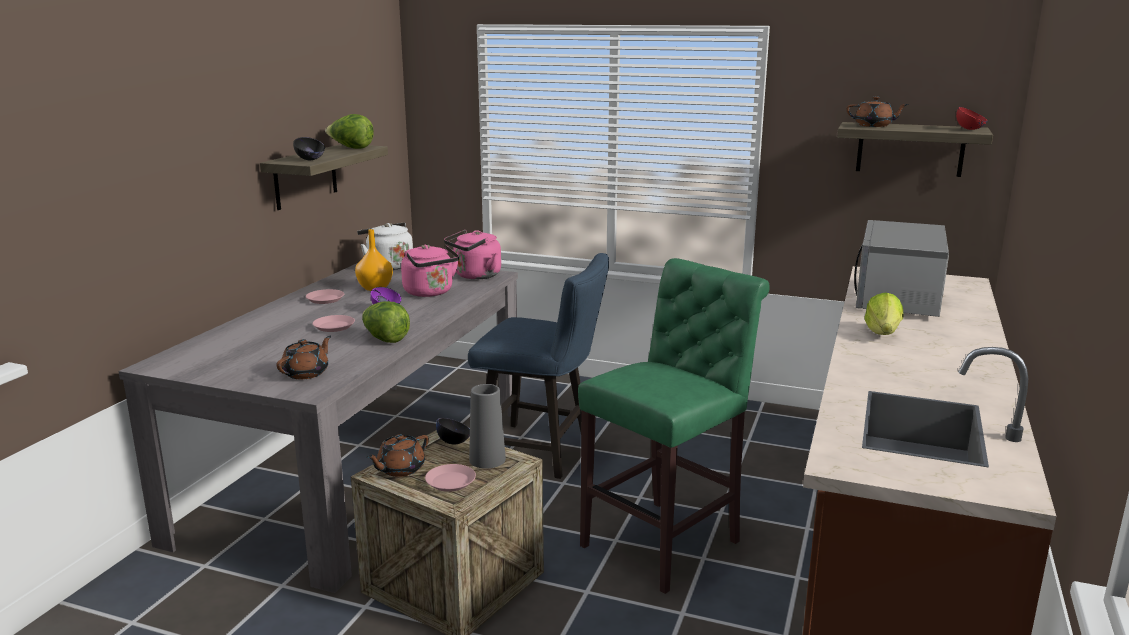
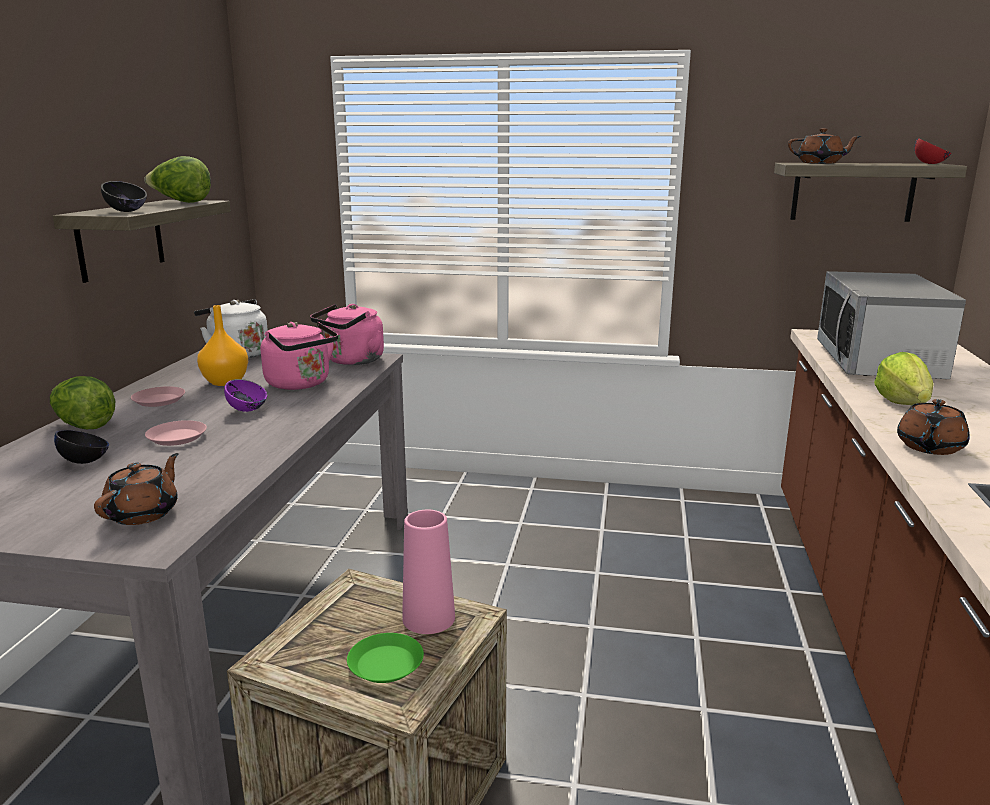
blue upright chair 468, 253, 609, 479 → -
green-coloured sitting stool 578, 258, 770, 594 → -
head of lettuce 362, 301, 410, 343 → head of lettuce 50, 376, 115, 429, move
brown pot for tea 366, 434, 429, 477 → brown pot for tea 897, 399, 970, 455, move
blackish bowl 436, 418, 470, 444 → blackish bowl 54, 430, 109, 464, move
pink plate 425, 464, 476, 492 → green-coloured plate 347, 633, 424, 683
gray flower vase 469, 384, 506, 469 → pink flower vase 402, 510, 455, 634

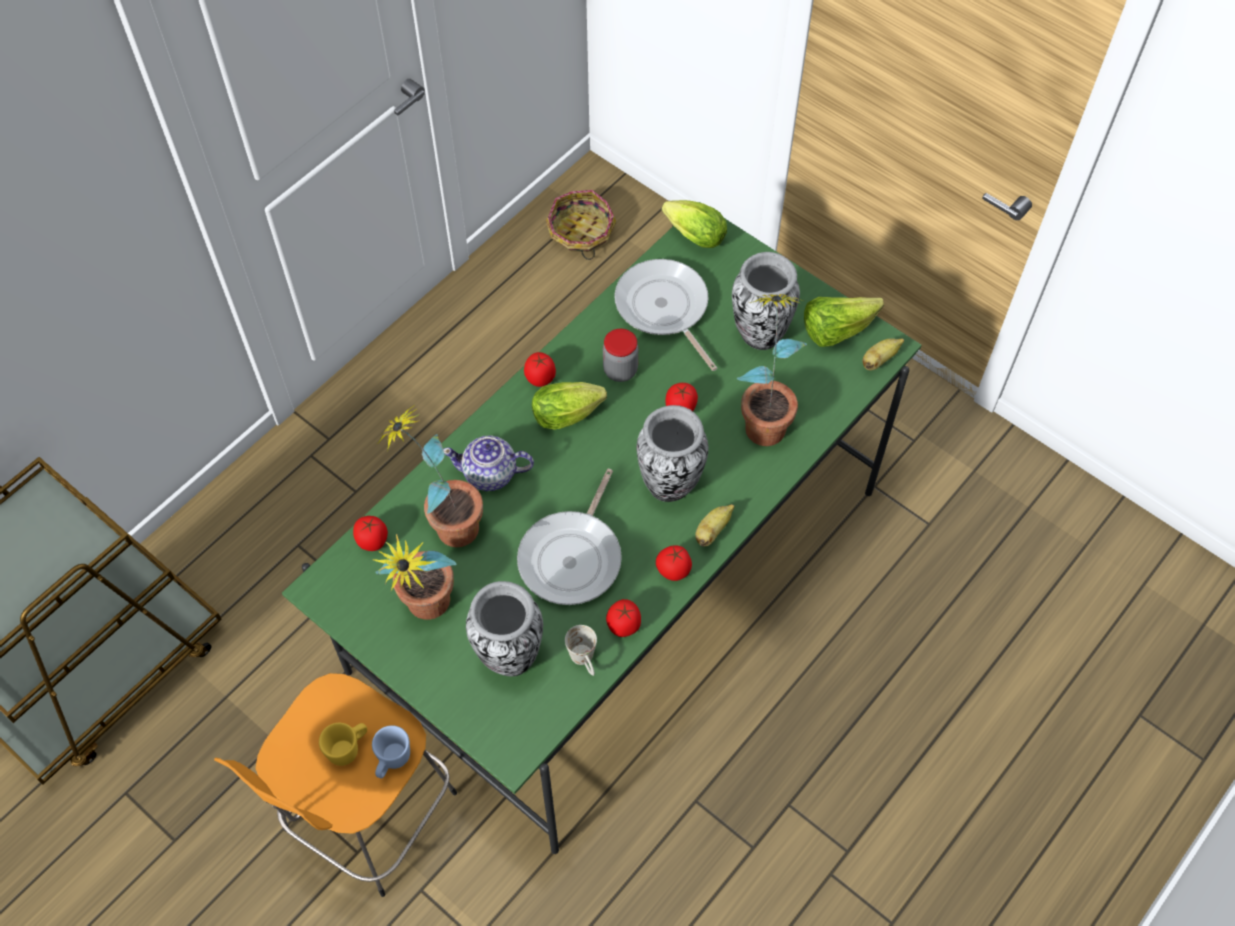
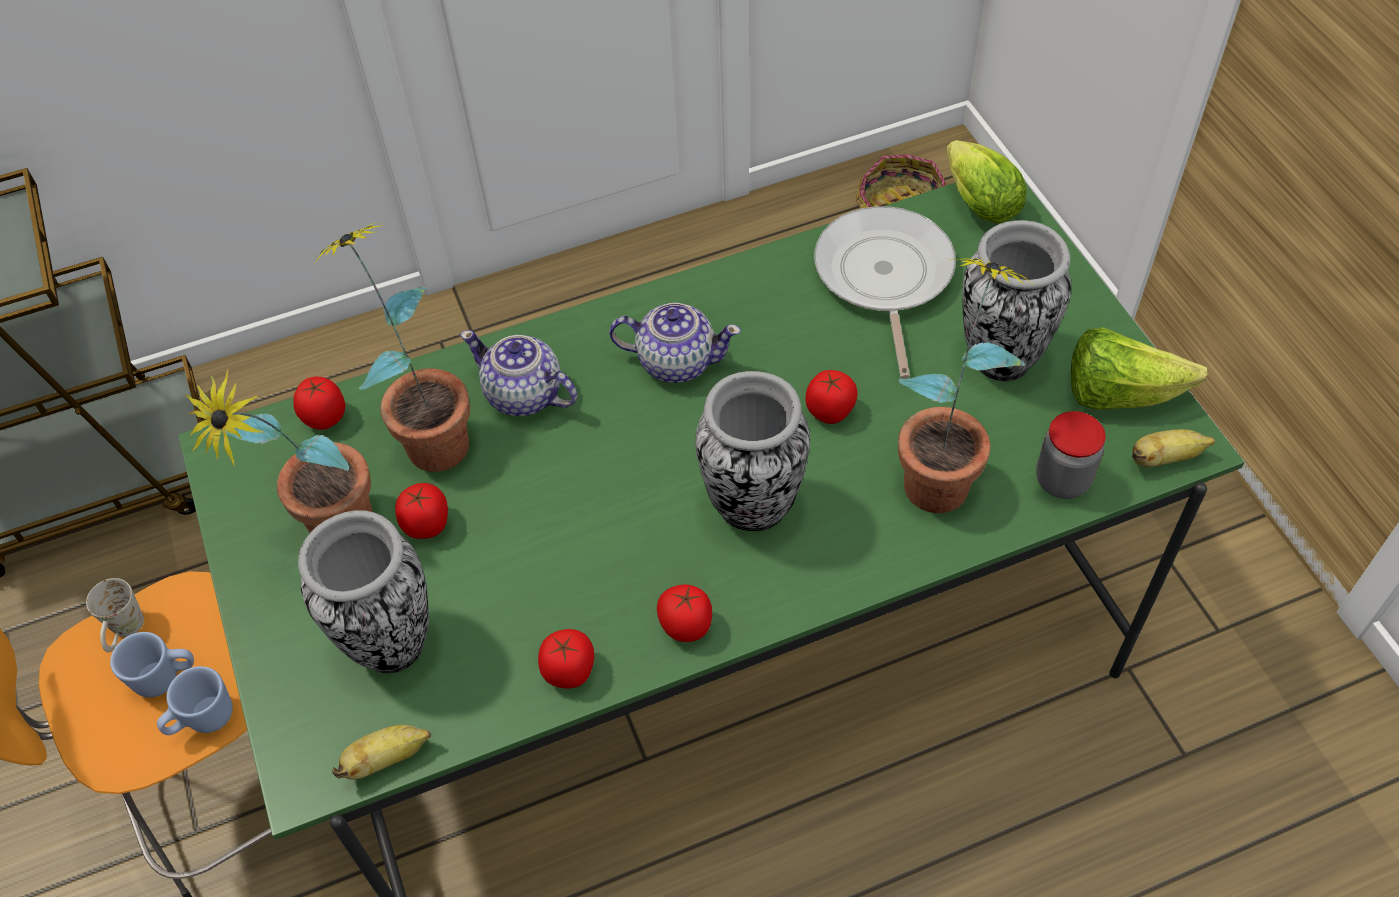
frying pan 517, 469, 622, 605 → -
tomato 524, 352, 556, 387 → tomato 395, 483, 448, 539, move
whitish mug 565, 625, 597, 676 → whitish mug 86, 578, 144, 652, move
storage jar 603, 329, 638, 382 → storage jar 1036, 411, 1106, 499, move
whole banana 695, 504, 734, 547 → whole banana 332, 725, 431, 780, move
head of lettuce 532, 382, 607, 430 → pot for tea 609, 303, 741, 383
yellow mug 319, 723, 367, 766 → blue mug 110, 632, 194, 698

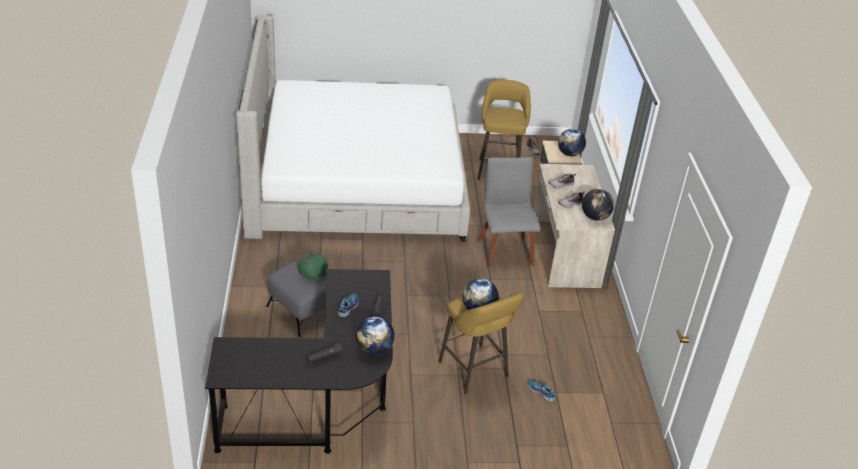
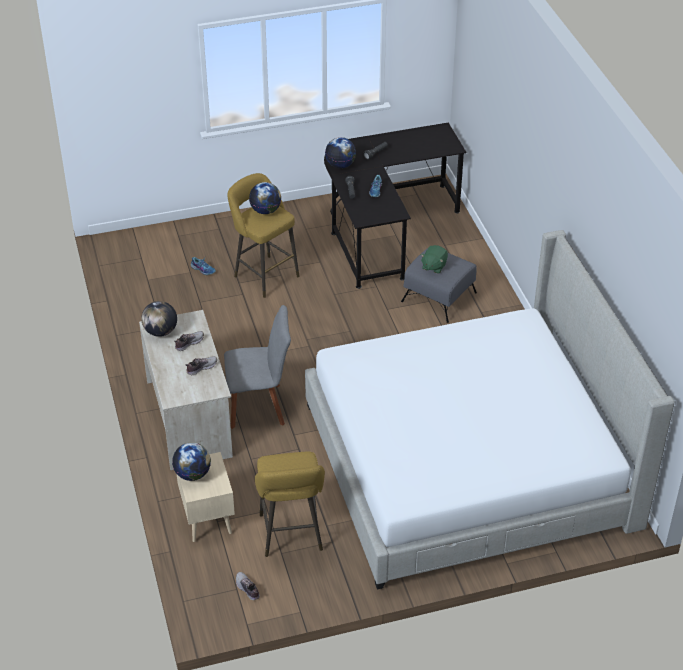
gray upright chair 477, 157, 541, 268 → gray upright chair 224, 305, 291, 429, 75 degrees counterclockwise

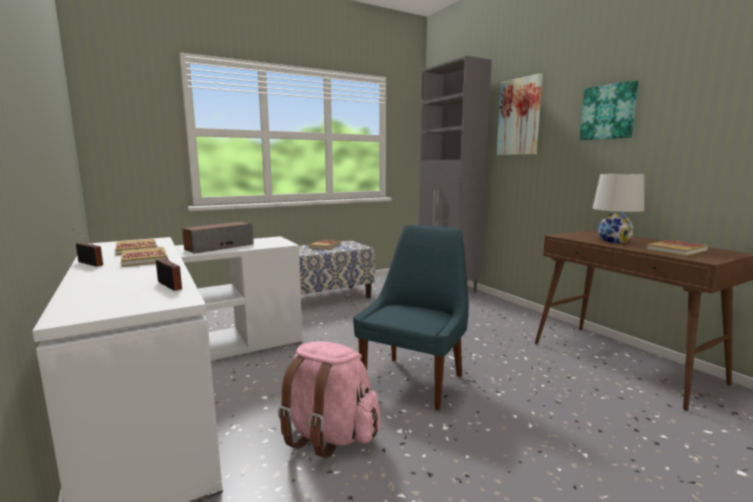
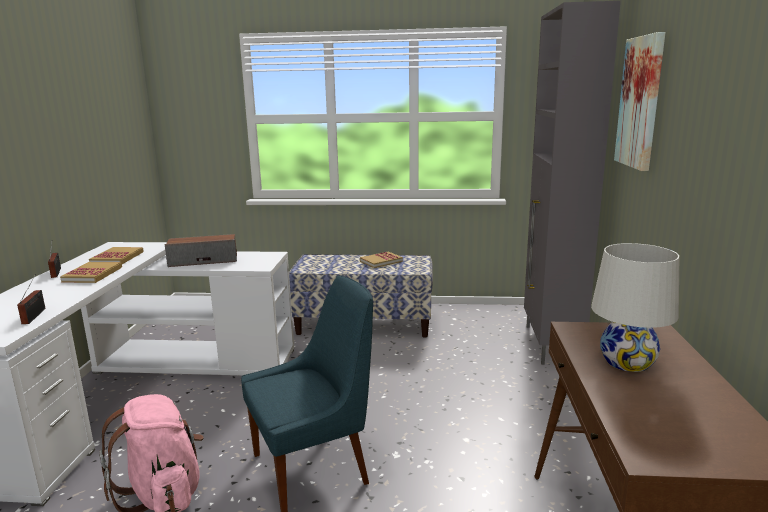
wall picture 579, 80, 638, 140 → -
volume 646, 240, 708, 257 → -

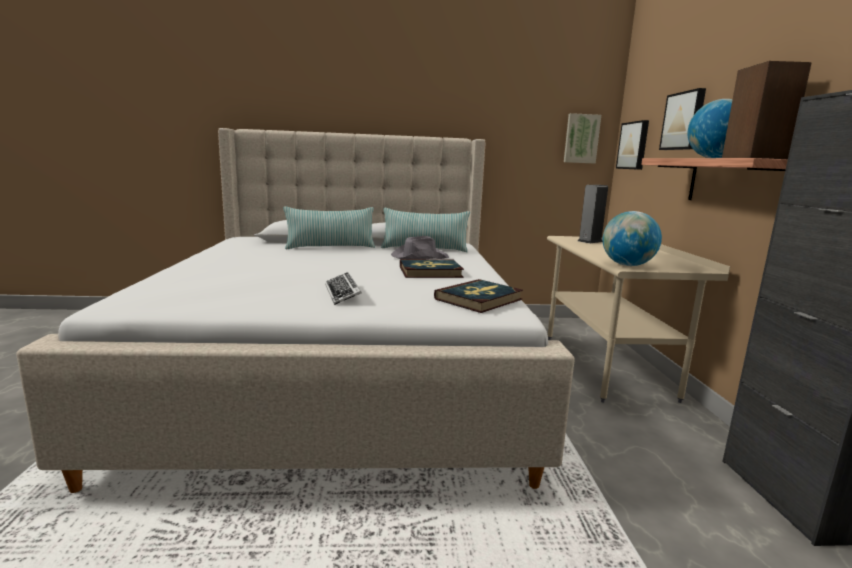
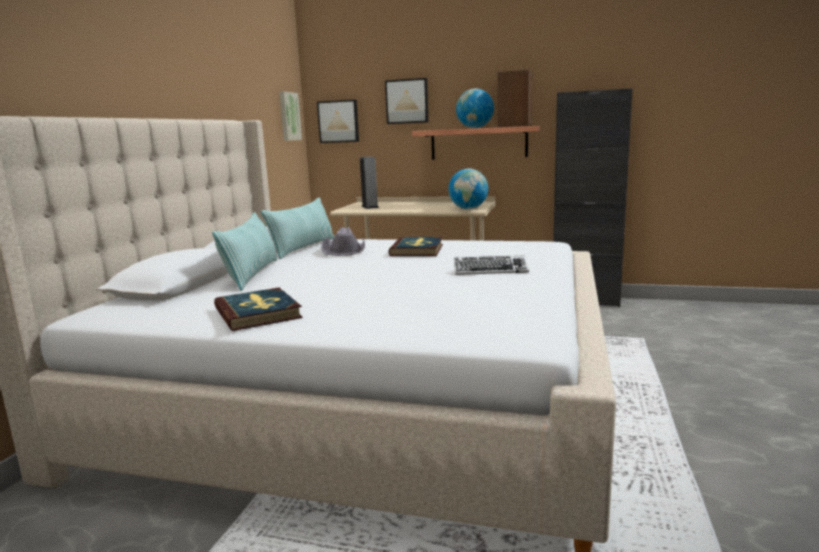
volume 434, 279, 523, 313 → volume 214, 288, 303, 331, move

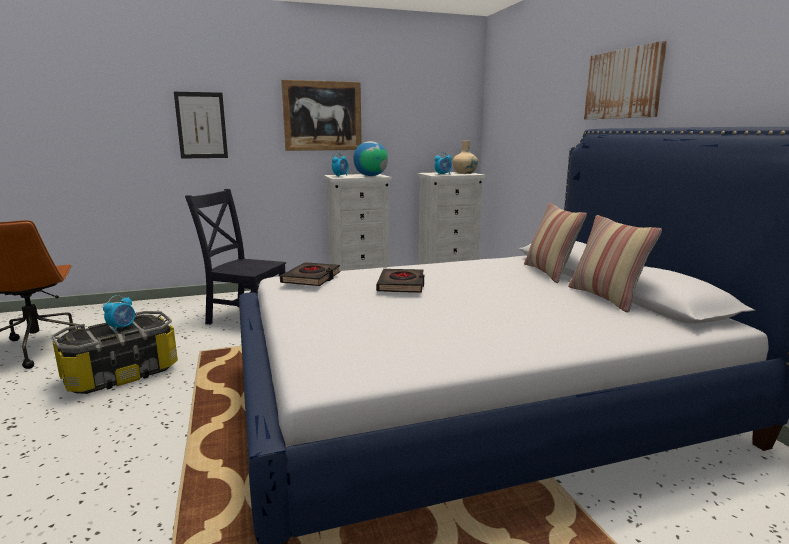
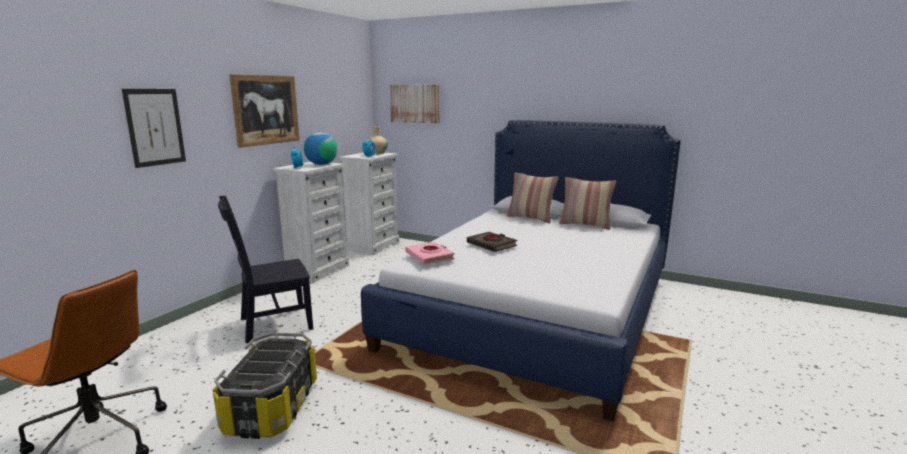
table clock 103, 295, 135, 332 → -
wall picture 584, 41, 667, 119 → wall picture 390, 85, 439, 124, move
blackish volume 280, 262, 341, 286 → pink volume 405, 242, 455, 265

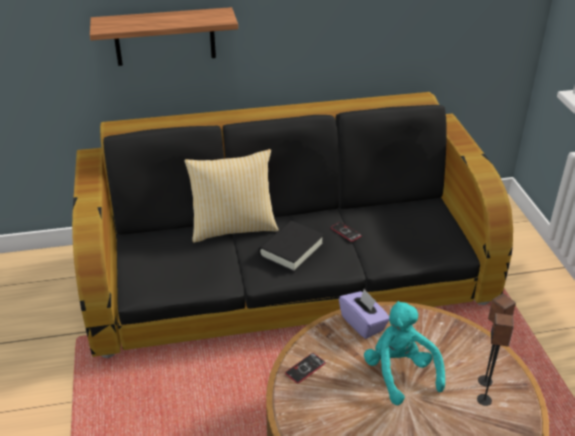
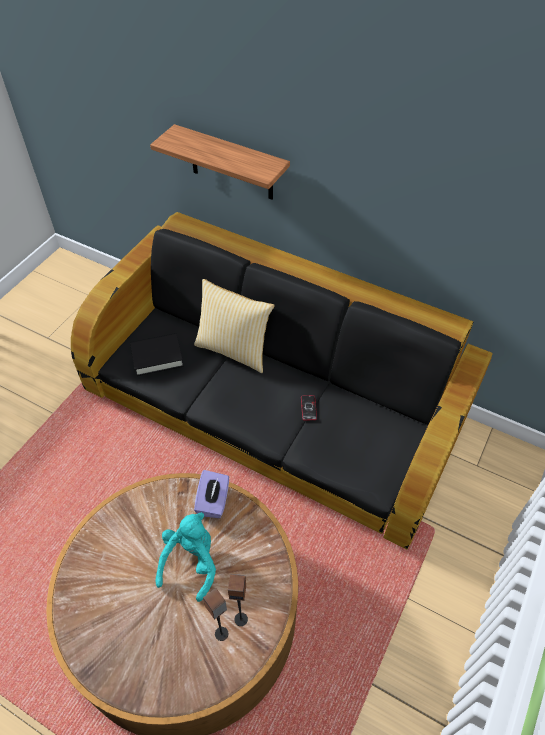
handset 285, 353, 326, 383 → -
blackish volume 259, 221, 324, 272 → blackish volume 130, 333, 184, 376, move

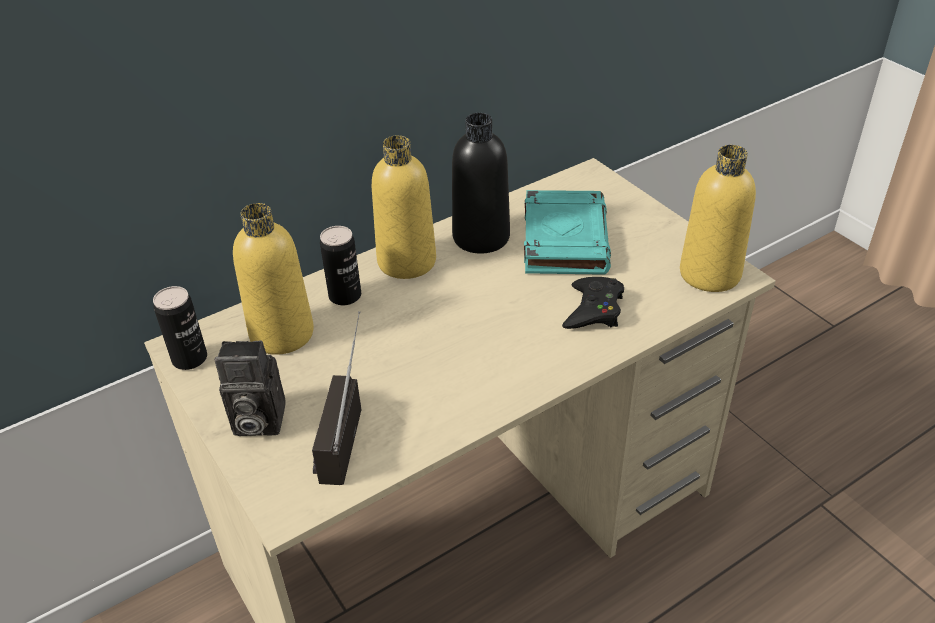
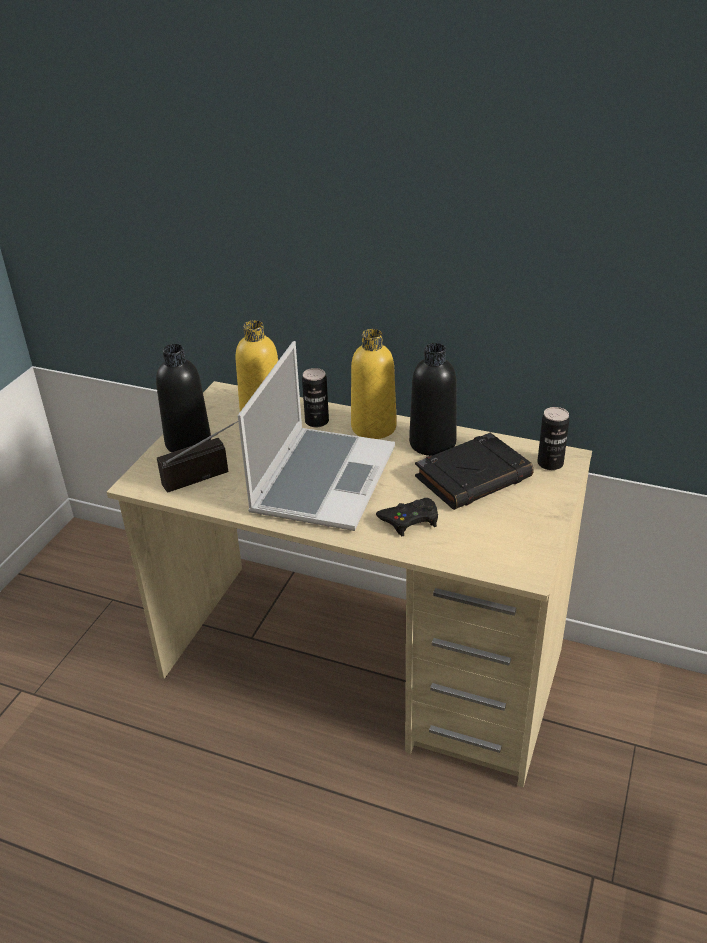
yellow beverage bottle 680, 145, 756, 292 → -
- → laptop 238, 341, 395, 531
can 153, 286, 207, 370 → can 537, 407, 569, 470, move
photo camera 214, 340, 286, 436 → blackish beverage bottle 156, 344, 211, 453
blue-green volume 524, 190, 611, 275 → blackish volume 415, 433, 533, 510

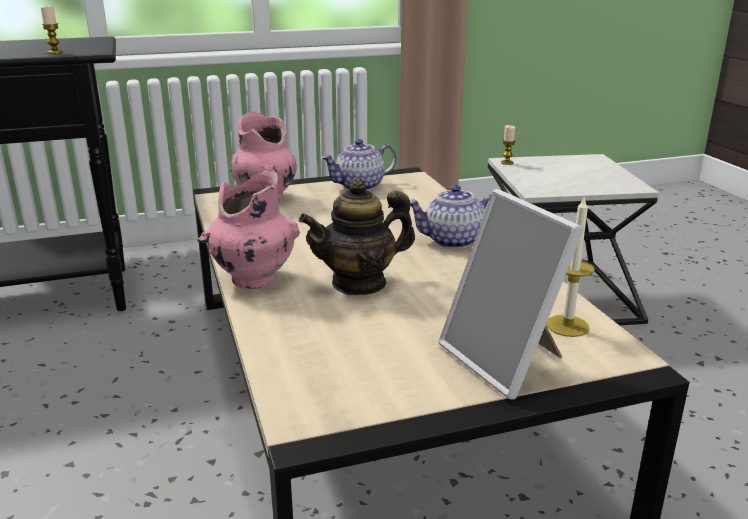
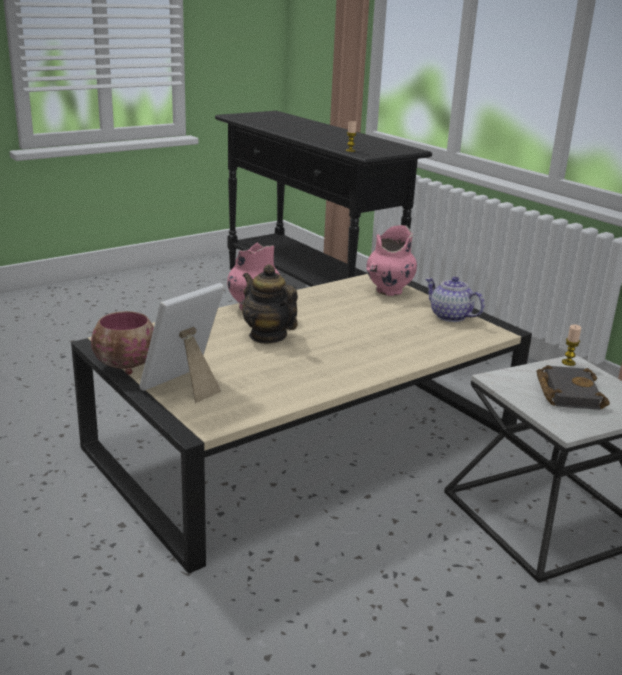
pot for tea 410, 185, 492, 249 → -
candle 546, 198, 595, 337 → -
- → bowl 91, 311, 154, 375
- → blackish volume 536, 365, 610, 410

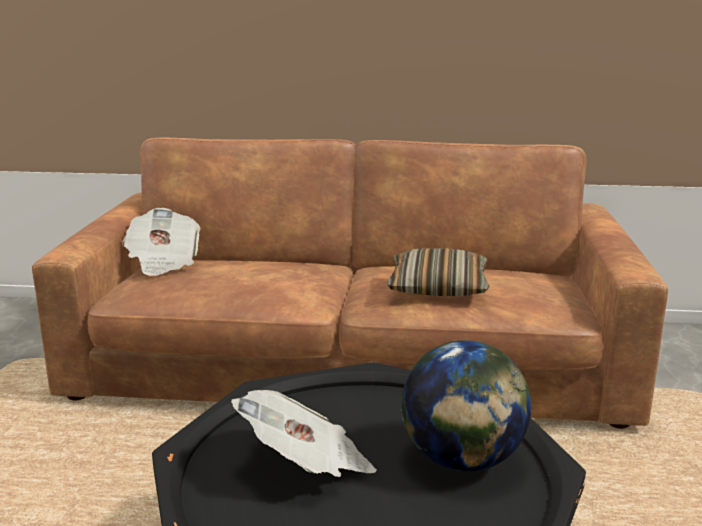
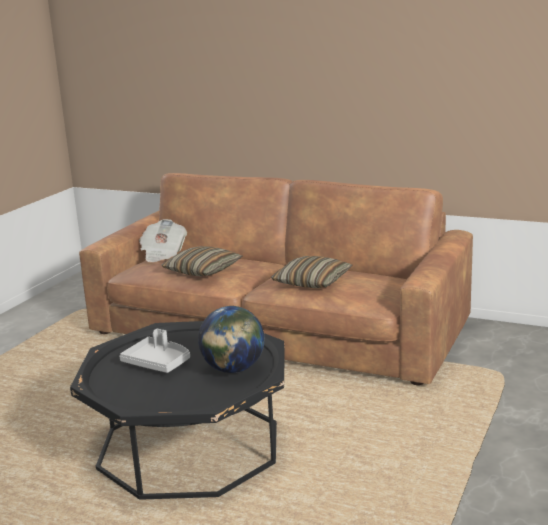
- → throw pillow 161, 246, 242, 276
daily paper 231, 390, 377, 477 → gray carrying tray 119, 329, 190, 373

